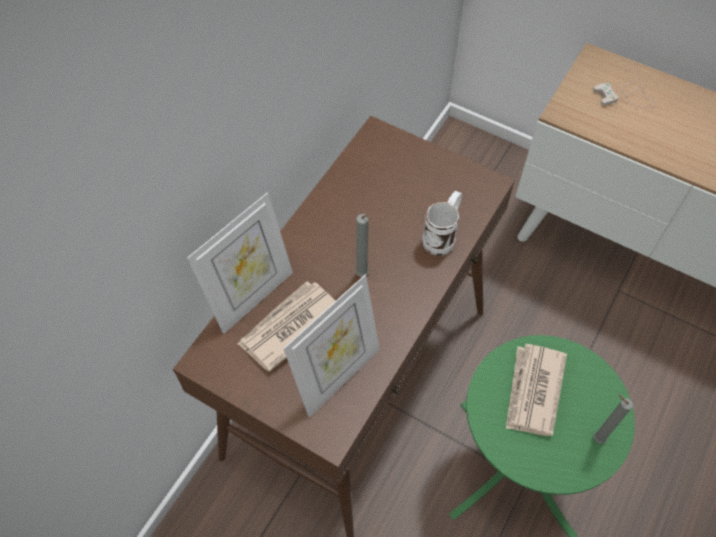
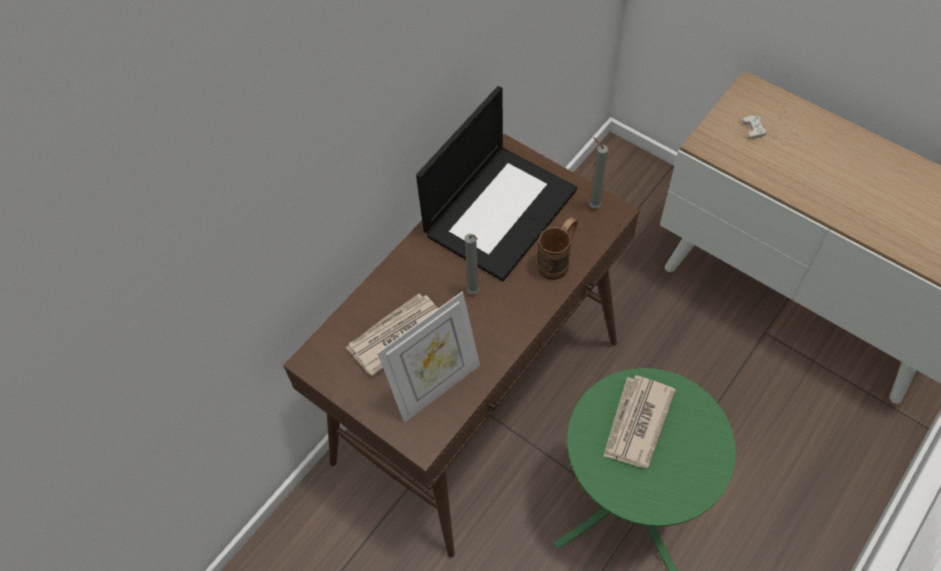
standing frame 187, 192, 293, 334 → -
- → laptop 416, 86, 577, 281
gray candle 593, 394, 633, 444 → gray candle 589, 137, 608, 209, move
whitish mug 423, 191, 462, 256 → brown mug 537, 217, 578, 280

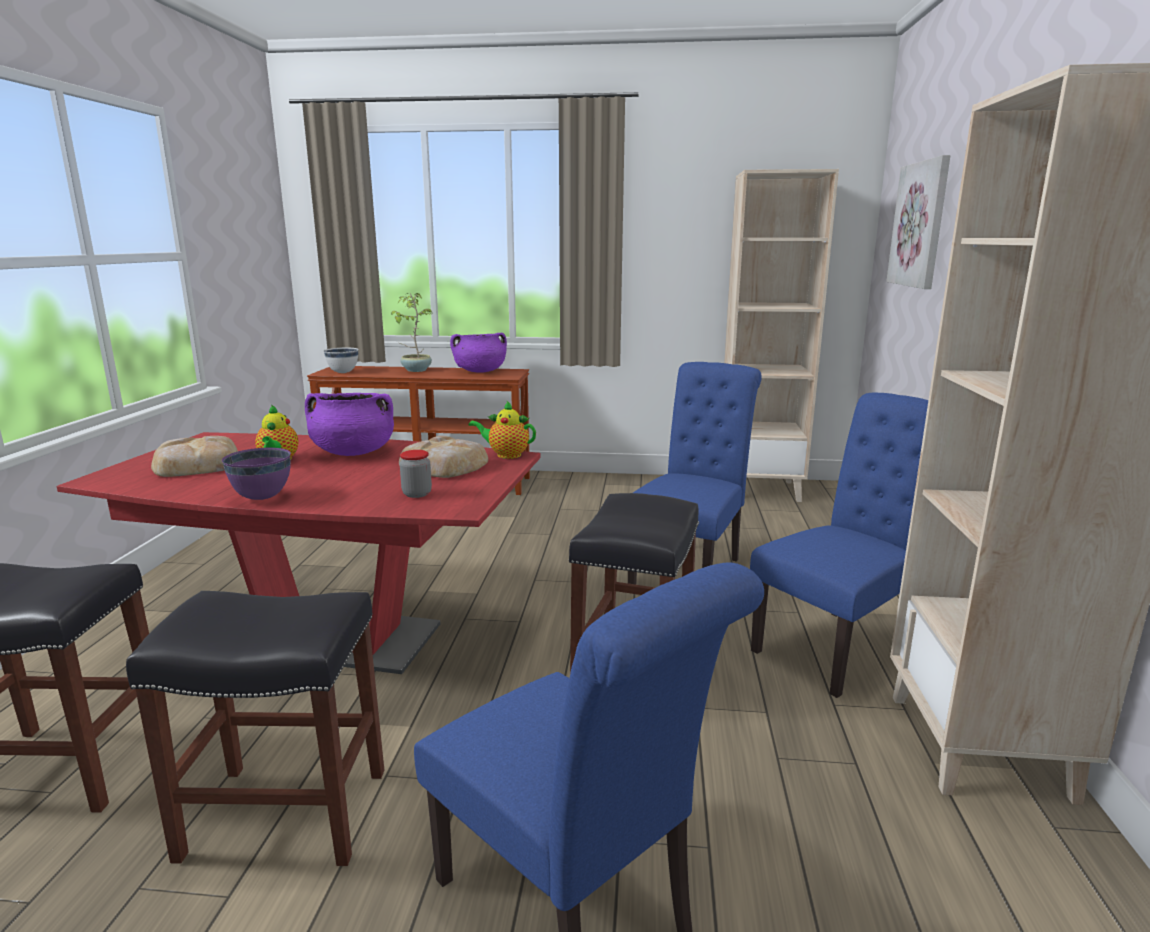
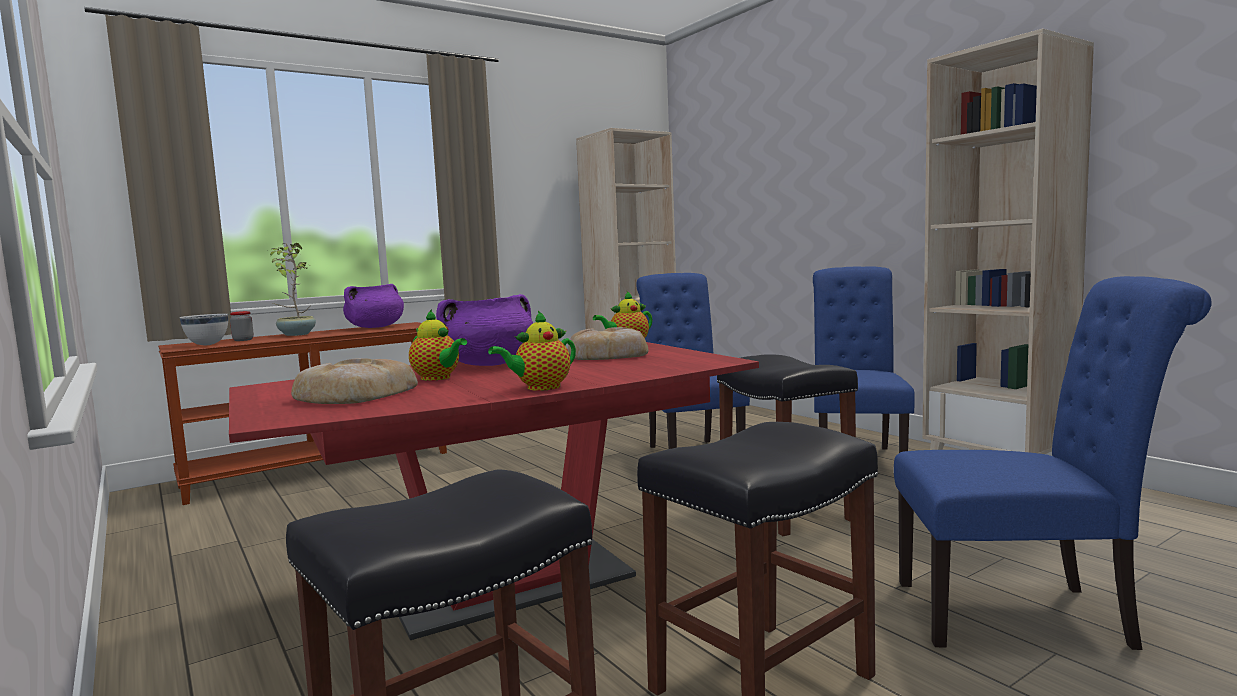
wall picture 886, 155, 951, 289 → -
storage jar 400, 450, 432, 498 → storage jar 230, 311, 254, 341, move
purple-coloured bowl 222, 448, 291, 500 → pot for tea 488, 311, 576, 391

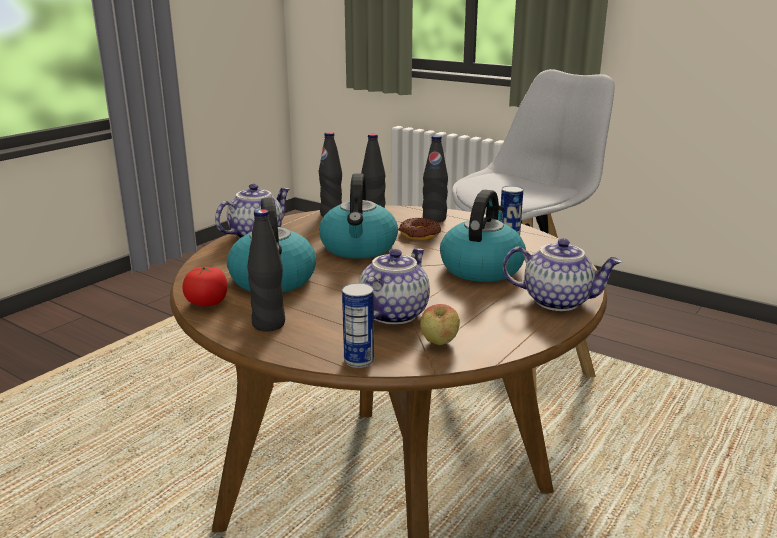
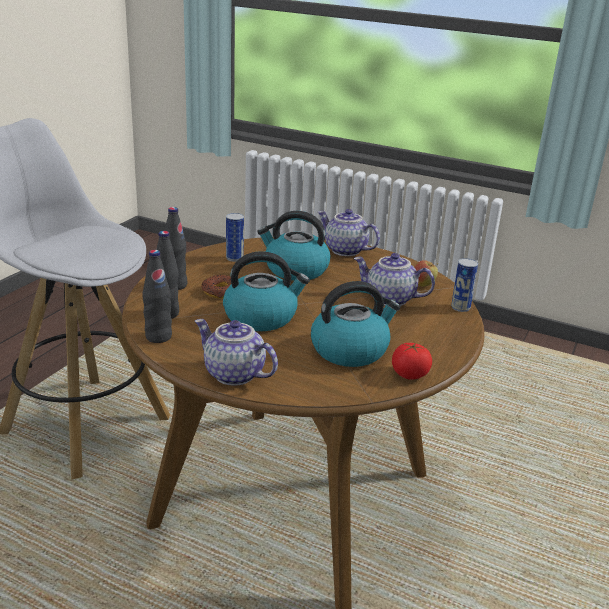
blackish beverage bottle 247, 209, 285, 332 → -
pot for tea 503, 238, 622, 311 → pot for tea 318, 209, 380, 256, 60 degrees counterclockwise

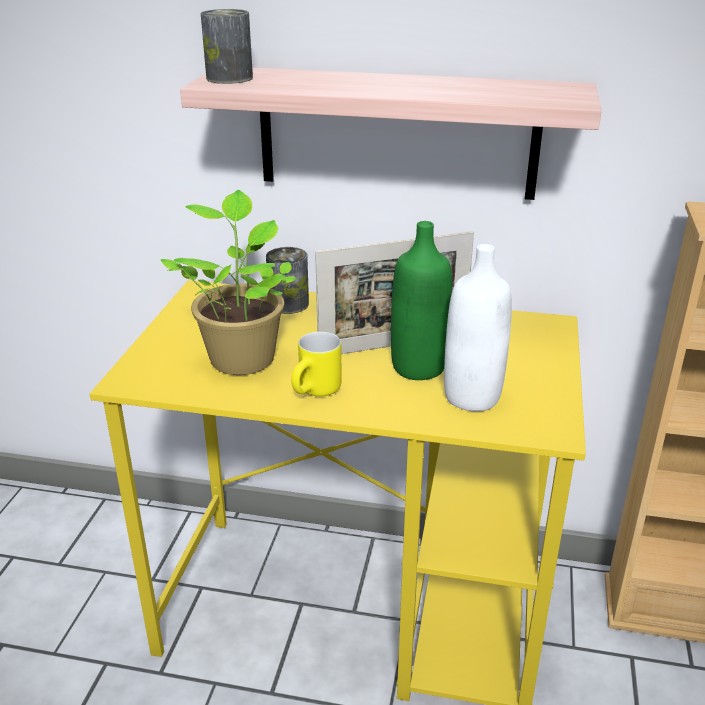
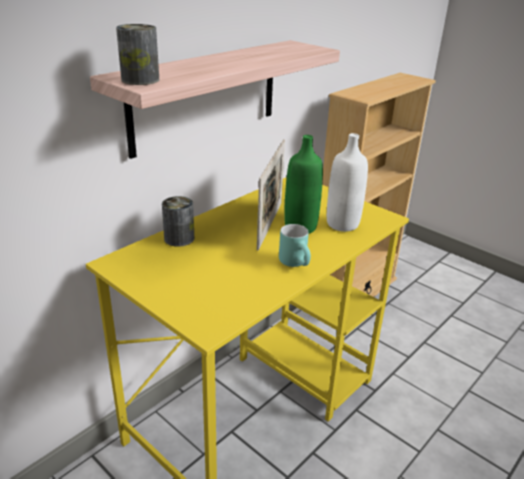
houseplant 161, 190, 296, 375 → -
yellow mug 291, 332, 342, 397 → blue-green mug 279, 224, 311, 267

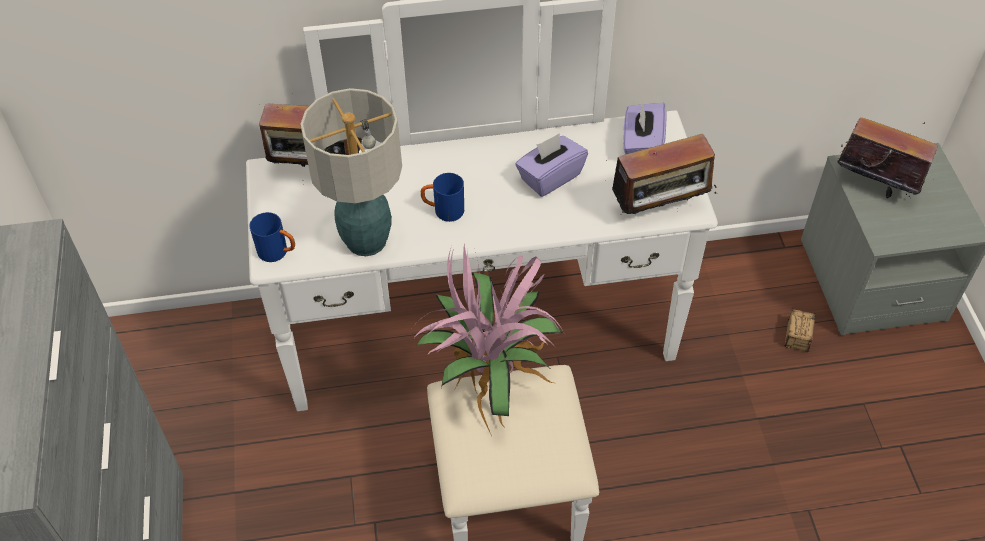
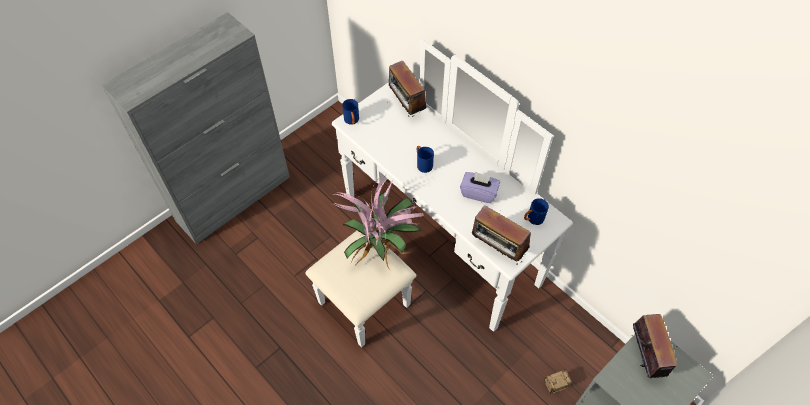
lamp for a table 300, 88, 402, 256 → -
purple-coloured box of tissues 623, 103, 666, 154 → blue mug 524, 198, 549, 225

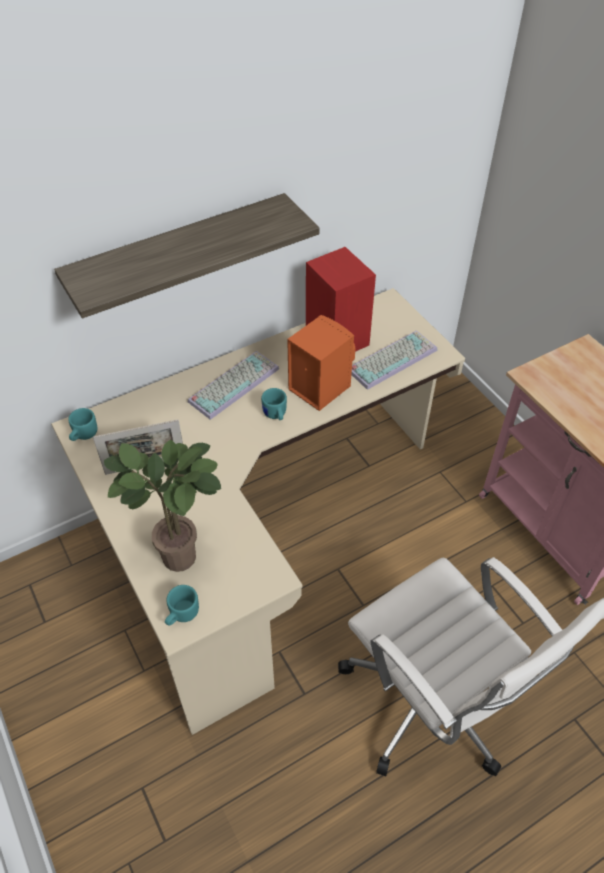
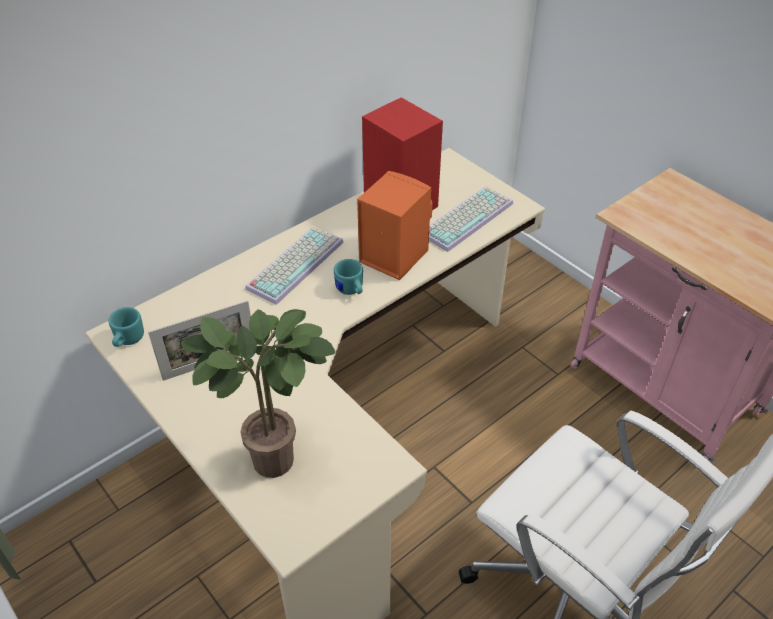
shelf 54, 193, 319, 318 → -
blue-green mug 165, 585, 199, 625 → -

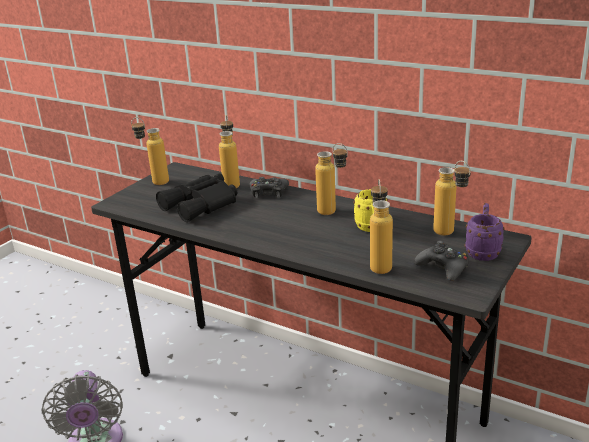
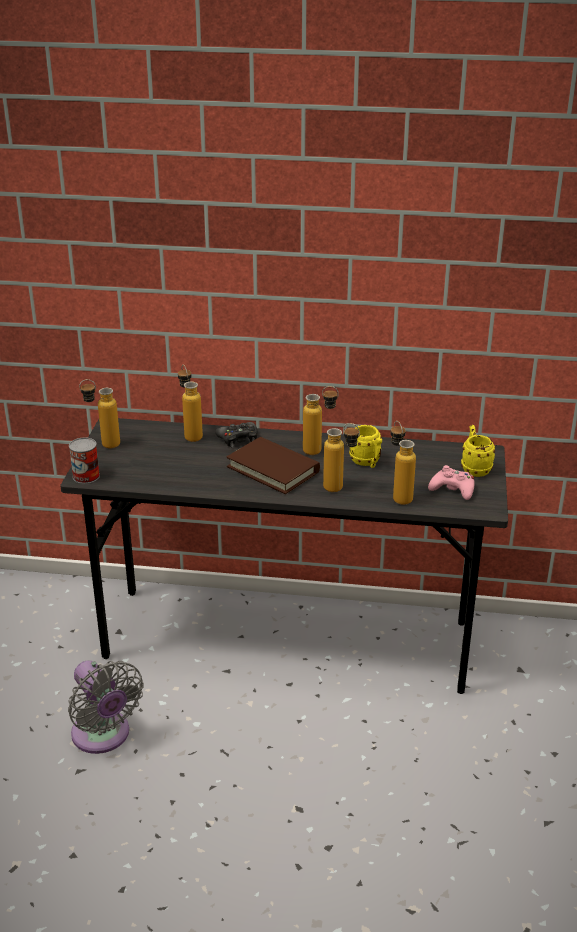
blackish binoculars 156, 174, 237, 222 → -
- → can 69, 437, 100, 484
- → brown volume 227, 437, 320, 494
beverage bottle 433, 161, 471, 236 → beverage bottle 323, 423, 360, 492, move
blackish joypad 414, 240, 468, 281 → pink joypad 428, 465, 475, 500
purple-coloured mug 465, 203, 505, 261 → yellow mug 461, 425, 495, 477

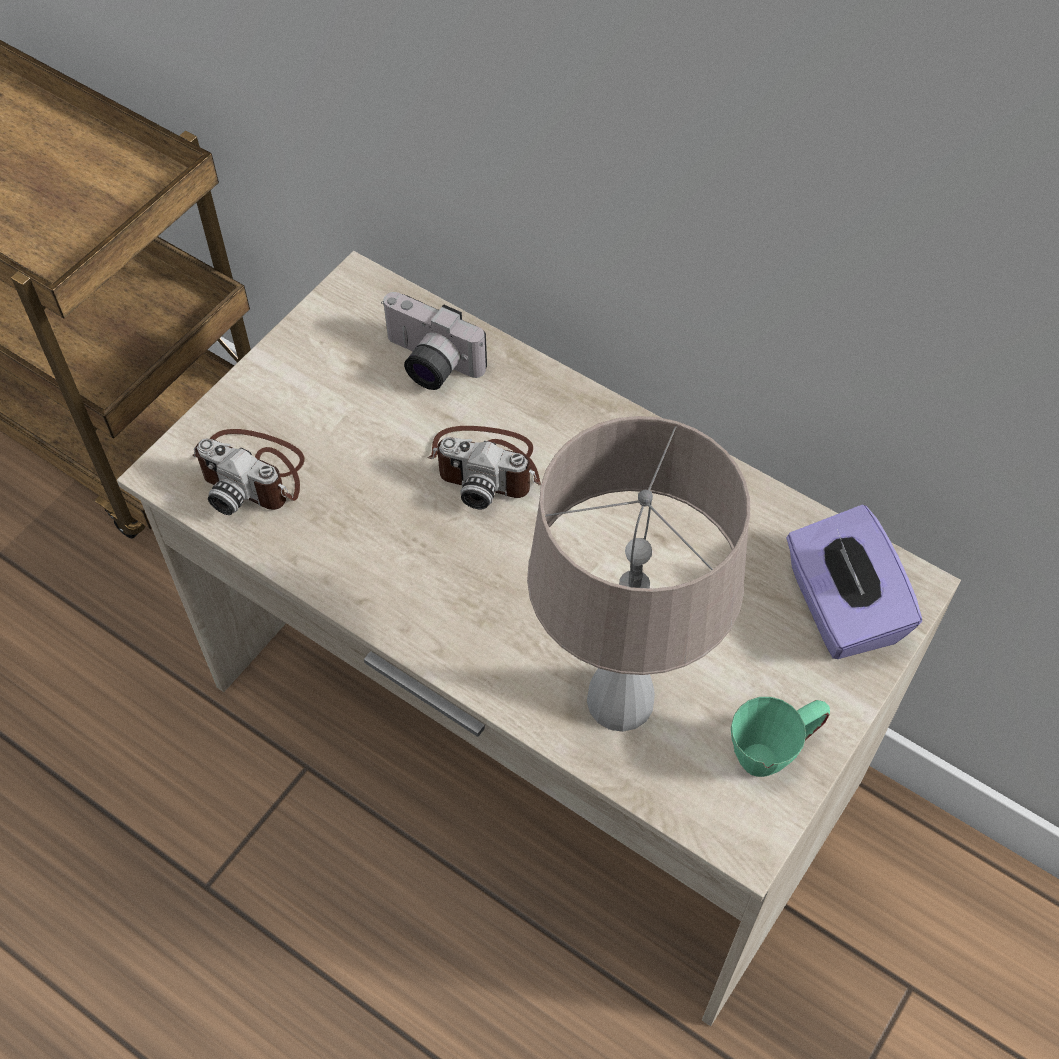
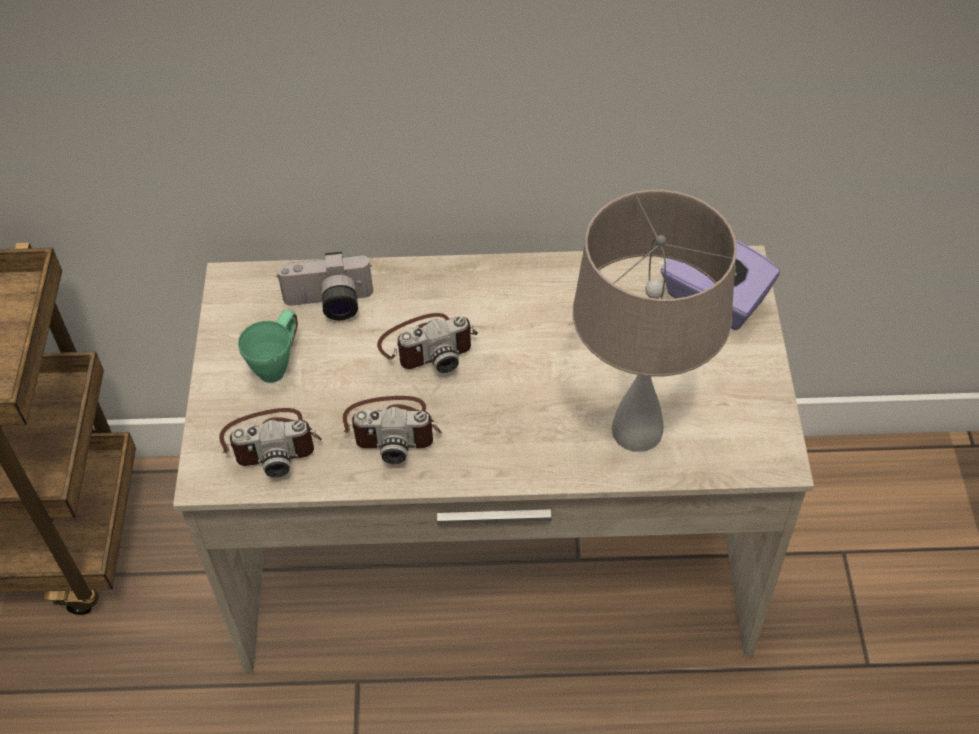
- → photo camera 343, 396, 442, 464
green-coloured mug 731, 697, 830, 777 → green-coloured mug 238, 310, 298, 383, move

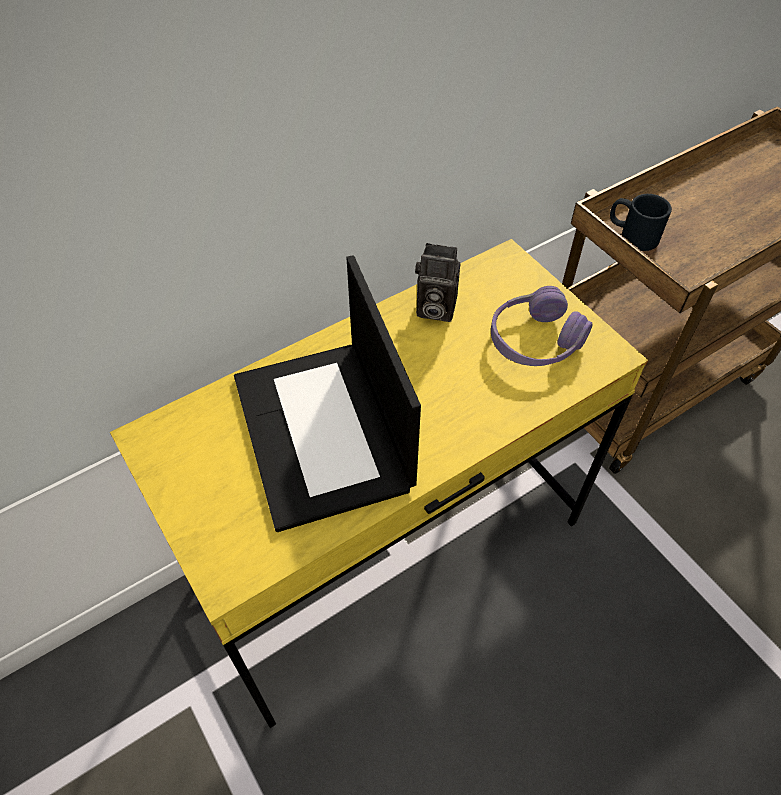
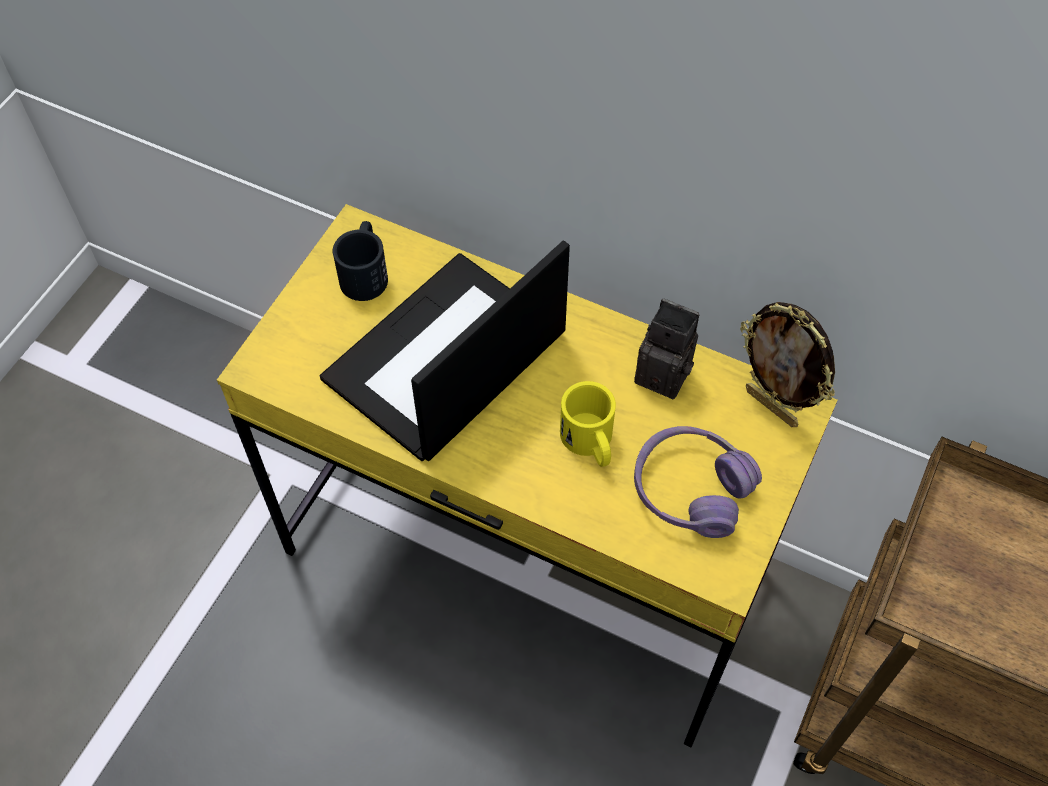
- → yellow mug 560, 381, 616, 467
- → standing frame 740, 302, 835, 427
blackish mug 610, 194, 672, 251 → blackish mug 333, 221, 388, 301, move
photo camera 415, 243, 460, 322 → photo camera 634, 299, 699, 399, 135 degrees clockwise

